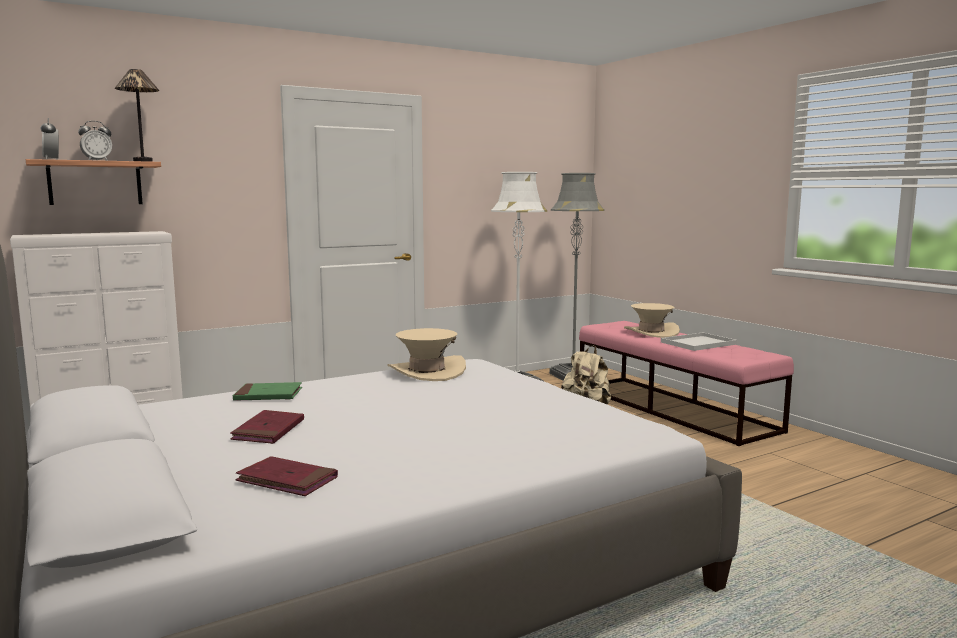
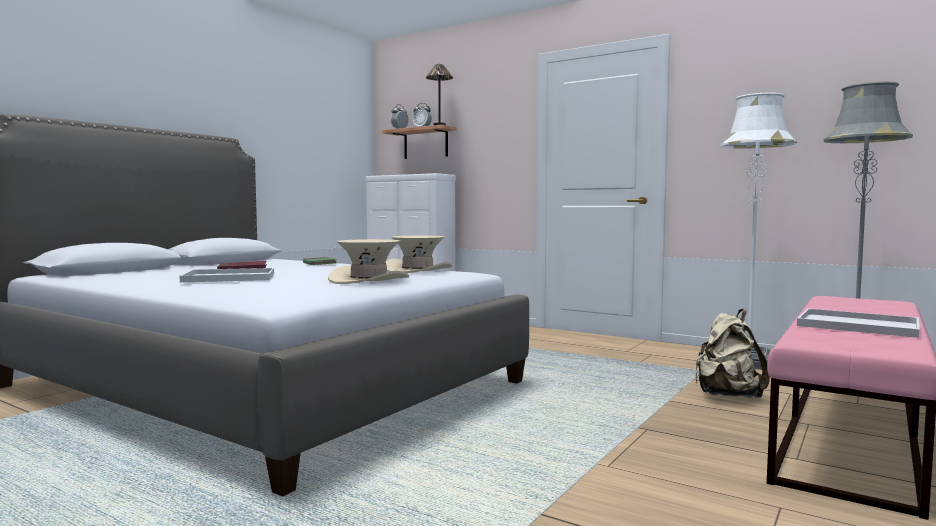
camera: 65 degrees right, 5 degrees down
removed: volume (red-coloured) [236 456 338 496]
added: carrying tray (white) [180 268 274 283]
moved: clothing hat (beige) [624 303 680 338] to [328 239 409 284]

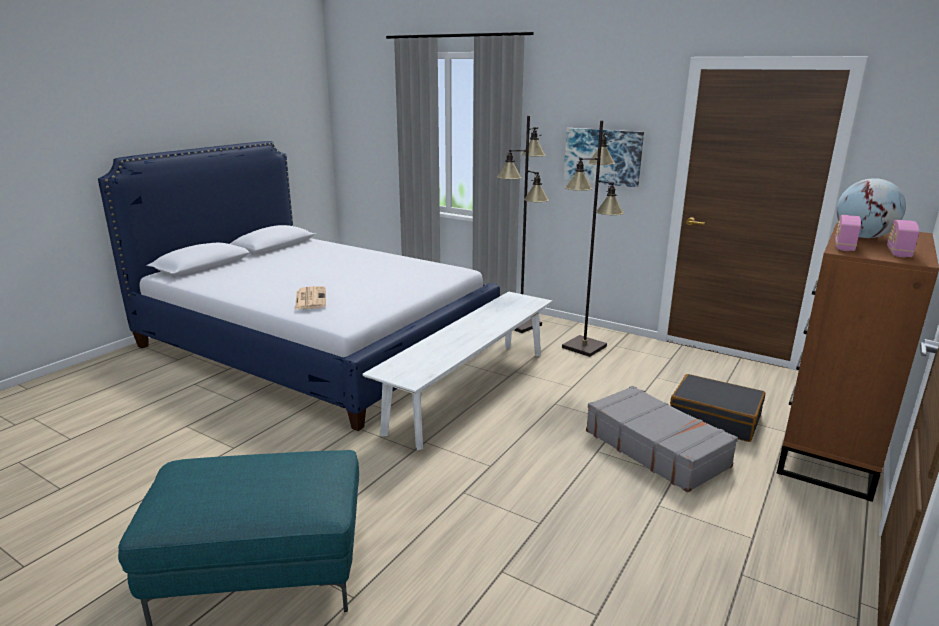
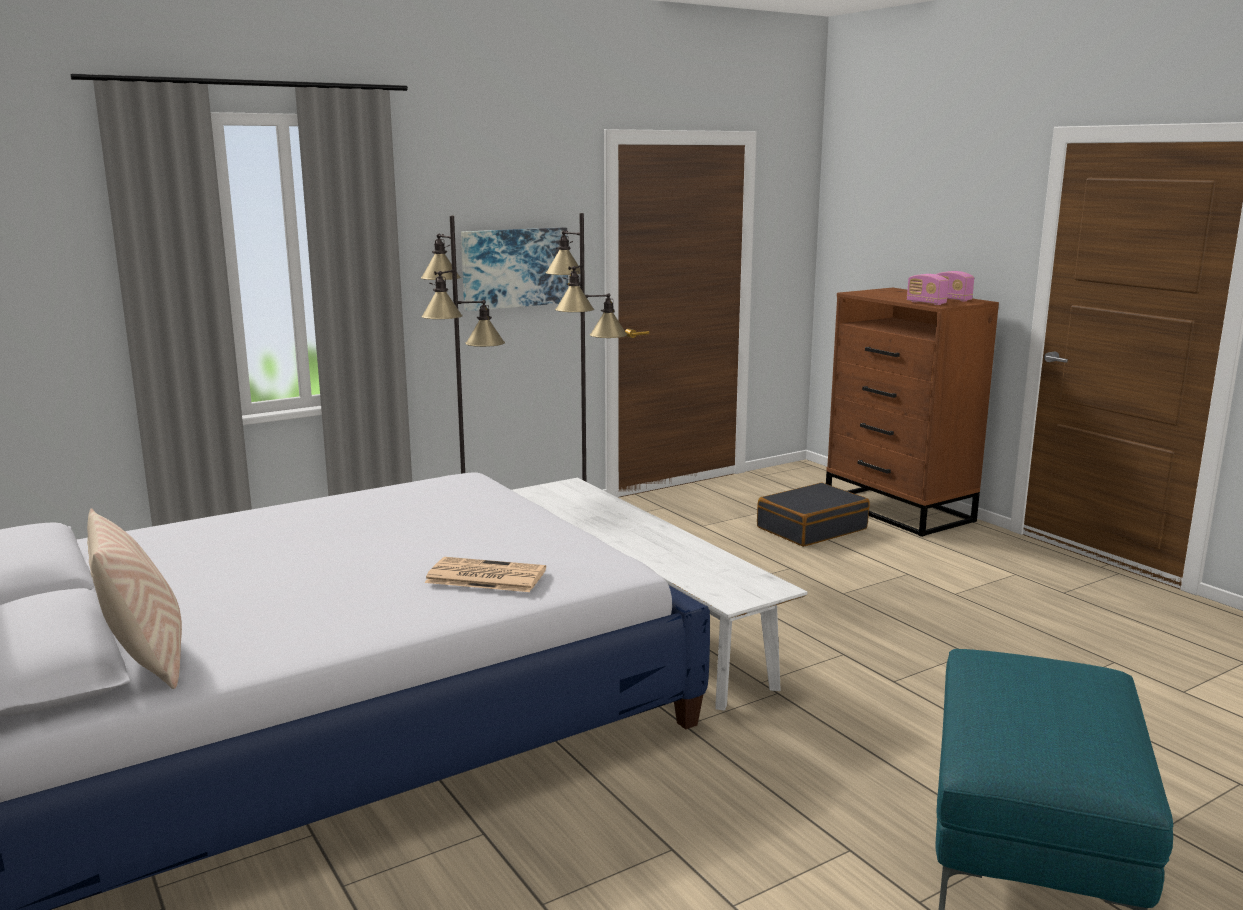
camera: 65 degrees left, 5 degrees down
removed: world globe [836 178 906 238]; suitcase (gray) [586 386 738 493]
added: throw pillow (beige) [87 508 182 689]

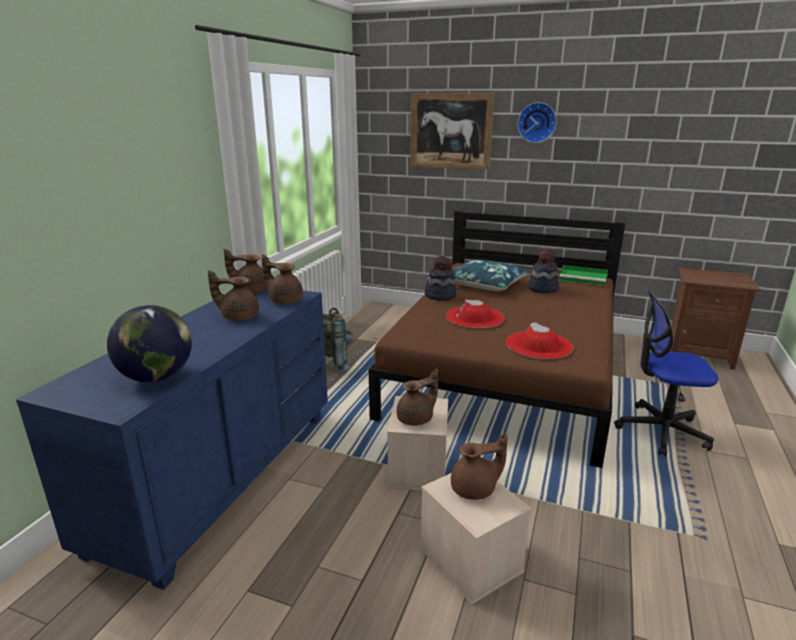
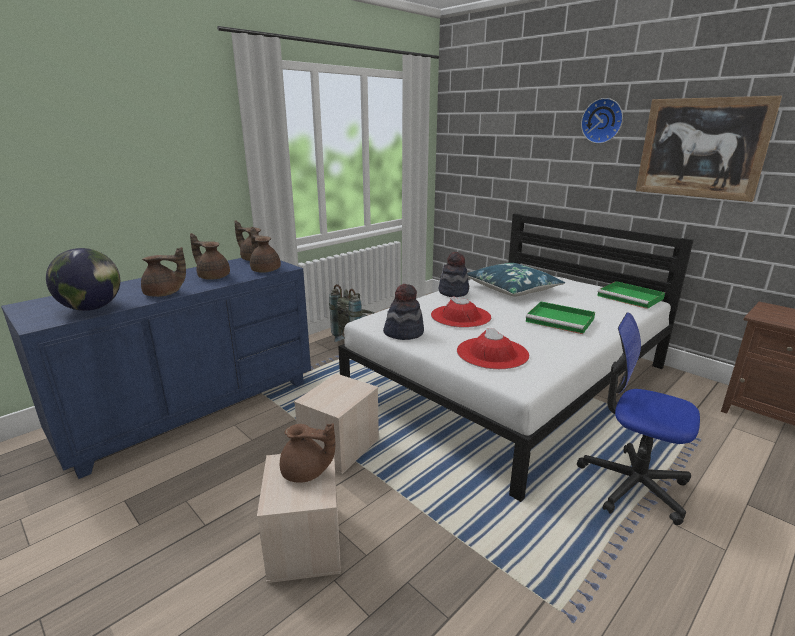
camera: 25 degrees right, 0 degrees up
added: carrying tray (greenish) [525 302 595 334]
moved: wall art [410 93 494 170] to [636 96 782 202]; clothing hat [528 249 559 293] to [383 284 424 340]; tea pot (brown) [397 369 438 426] to [141 247 186 297]
recoloured: bedroom bed (brown) [369 211 625 468] to bedroom bed (white) [338 213 694 502]

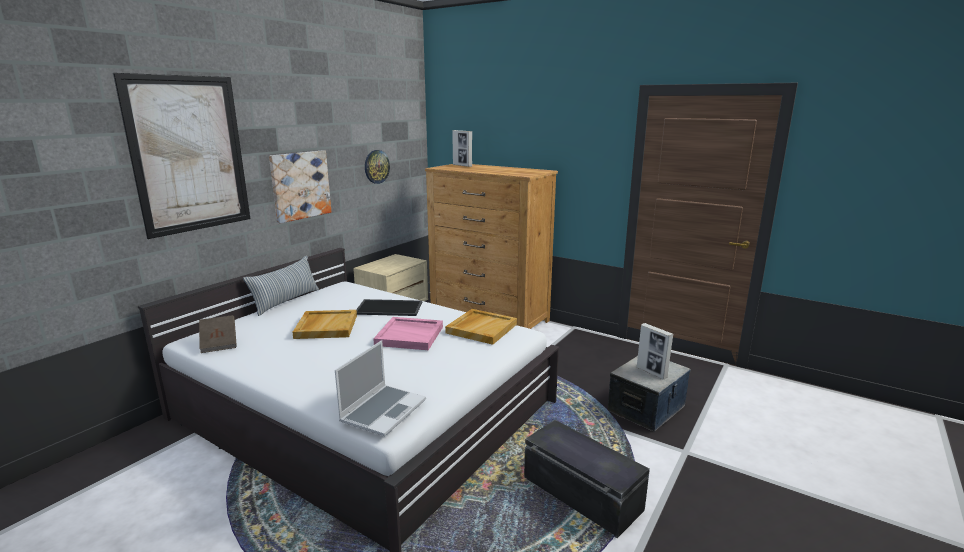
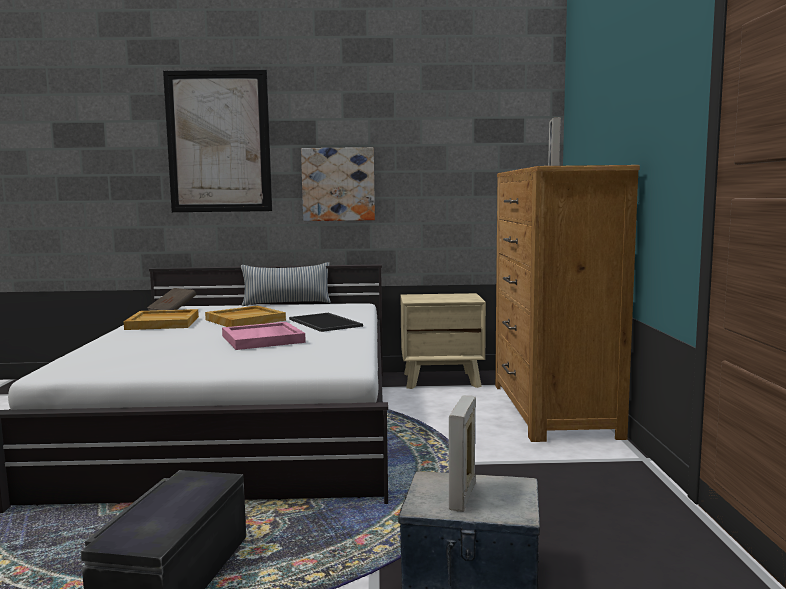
camera: 55 degrees right, 10 degrees down
removed: clock on the wall [365 150 390 184]; portable computer [335 340 426 436]
moved: carrying tray (beige) [445 309 517 345] to [124 309 199 330]

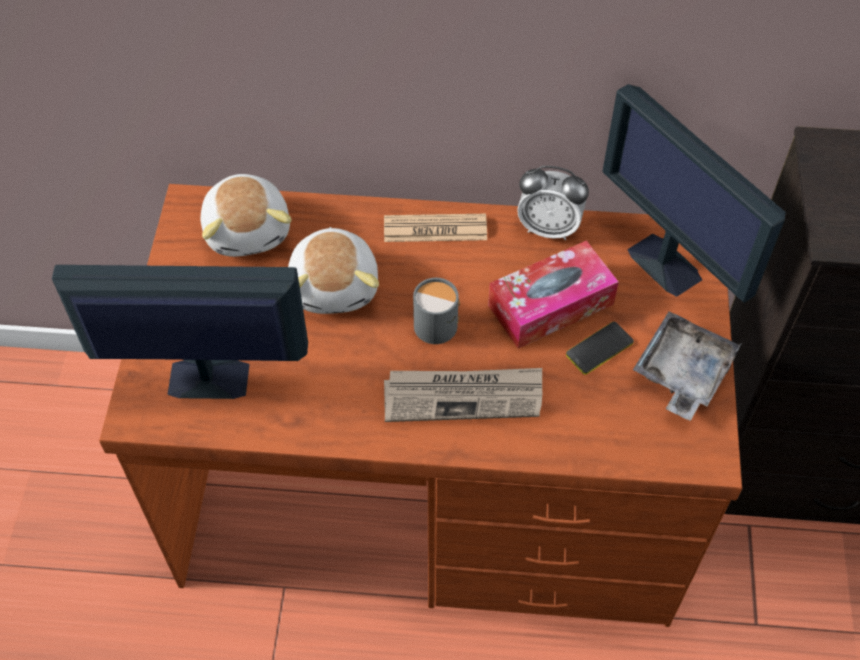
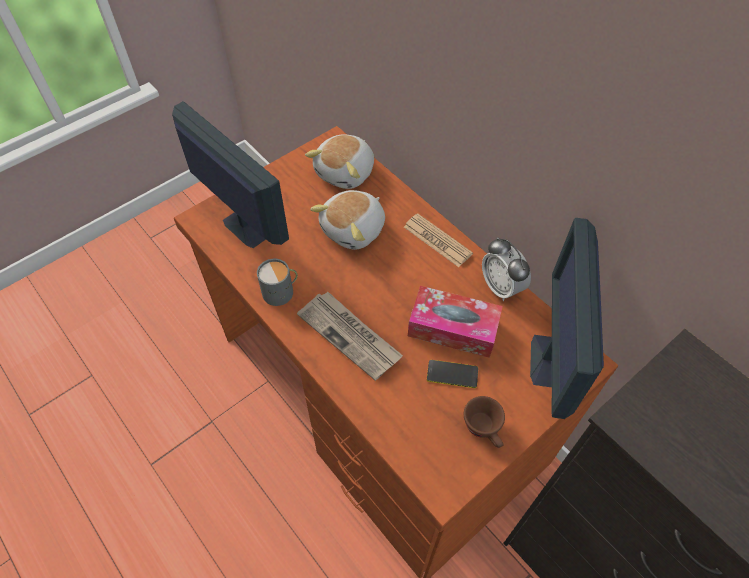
camera: 45 degrees right, 0 degrees up
moved: mug (gray) [413 278 460 344] to [257 259 298 306]
replaced: carrying tray (gray) [633 311 742 421] to drinking cup (brown) [464 396 505 448]

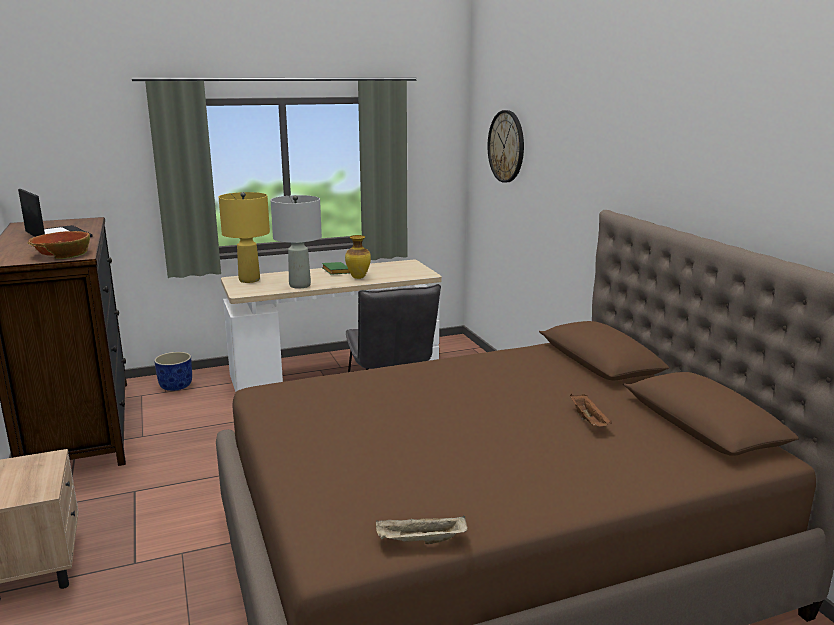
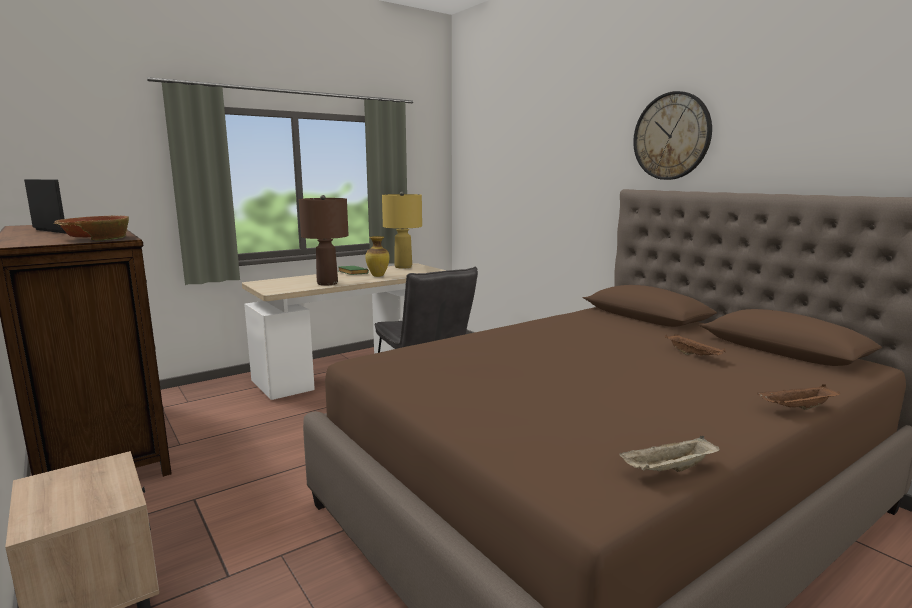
camera: 15 degrees left, 5 degrees down
removed: planter (bluish) [154 352 192 391]
added: carrying tray (brown) [757 384 840 410]
moved: clock on the wall [488 110 524 183] to [633 91 712 180]; lamp for a table (yellow) [219 192 270 283] to [382 192 422 268]
recoloured: lamp for a table (gray) [271 195 322 288] to lamp for a table (brown) [299 195 349 286]

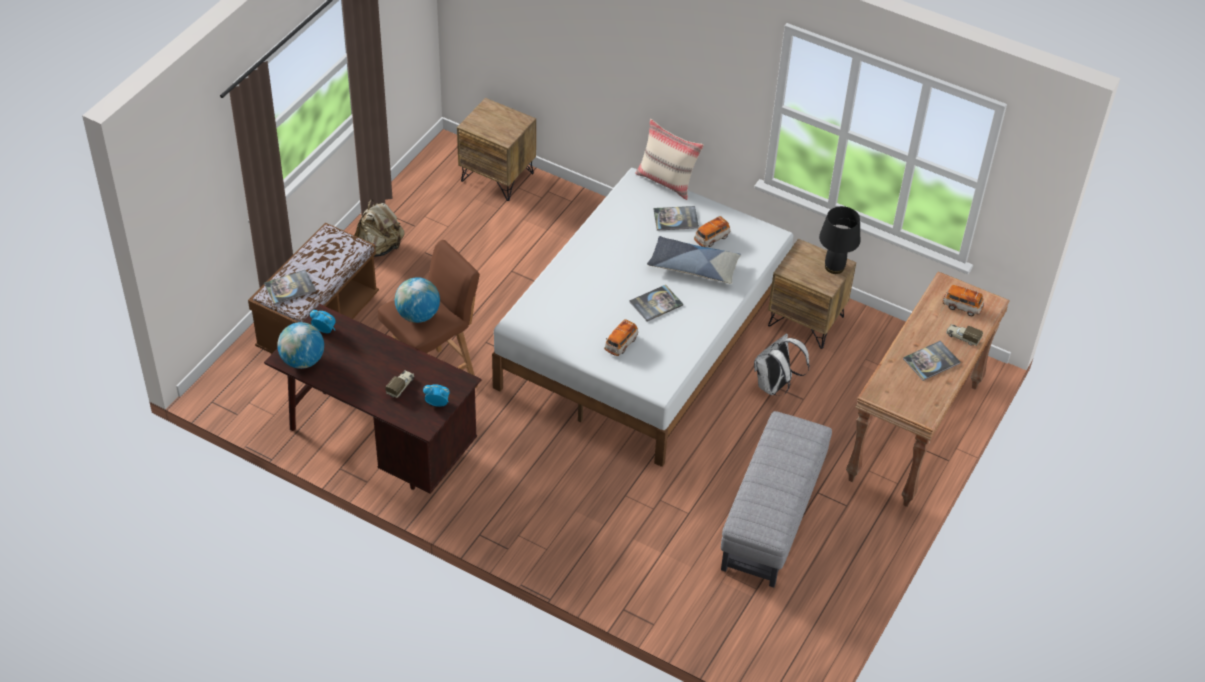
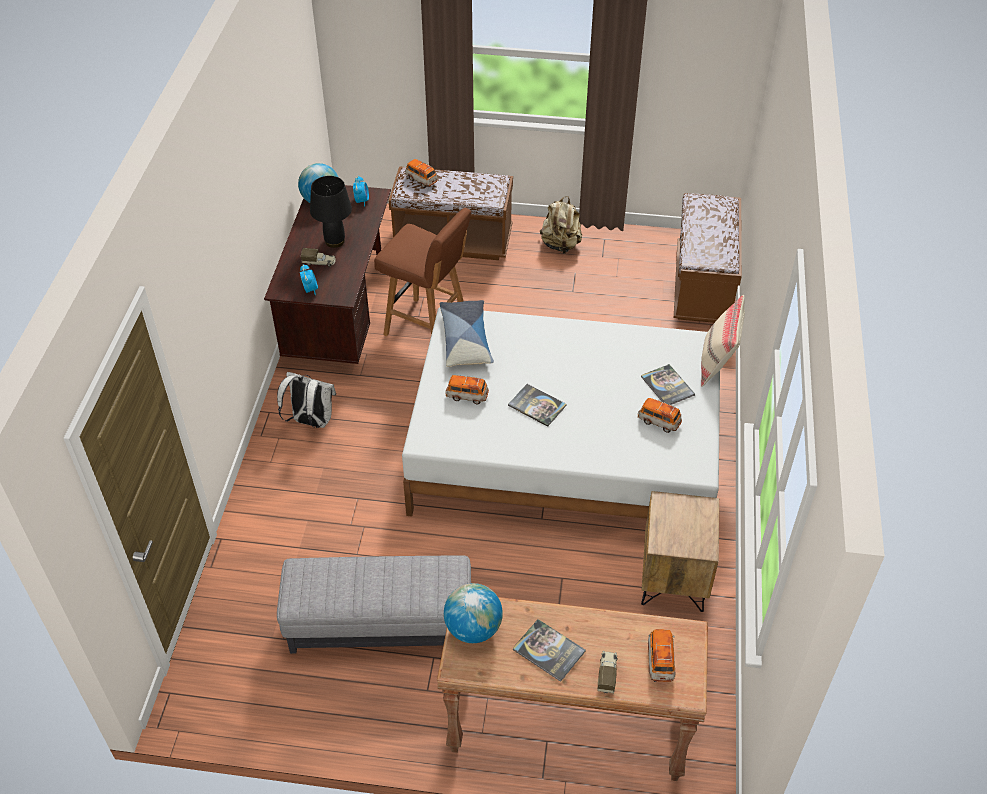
camera: 70 degrees right, 0 degrees up
moved: lamp for a table (black-coloured) [819 206 860 274] to [310 176 352 248]; throw pillow [647 236 741 284] to [440 300 494 367]; world globe [395 277 440 323] to [444 583 503 643]; knapsack (white) [754 334 810 396] to [277 372 336 428]
replaced: nightstand (brown) [457 98 536 201] to bench (brown) [674 193 742 323]; volume [264 270 316 305] to model car [405 159 438 188]

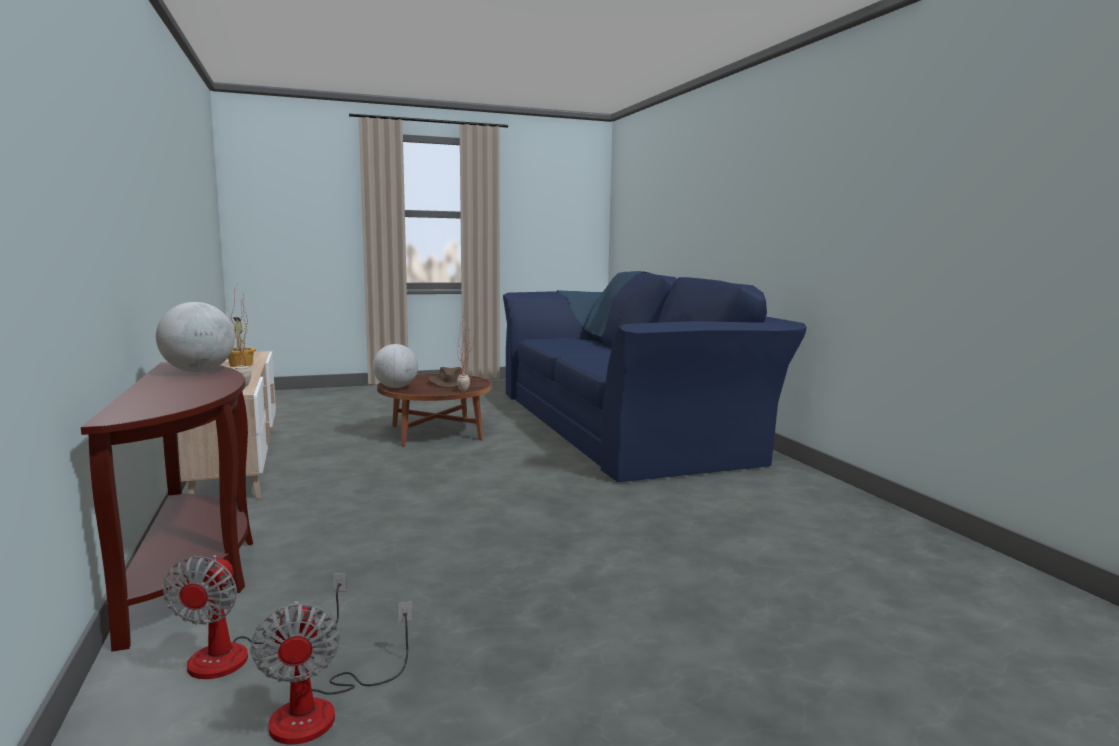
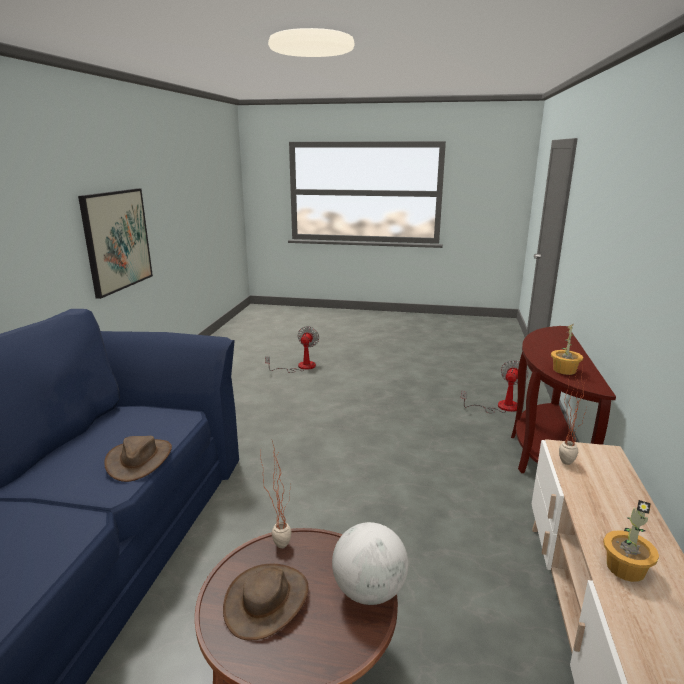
camera: 150 degrees left, 10 degrees up
added: wall art [78 189 153 299]; clothing hat (brown) [104 436 172 482]
moved: electric fan [250 601 412 744] to [265 326 319 373]
replaced: world globe [156 302 235 372] to houseplant [551 323 583 375]

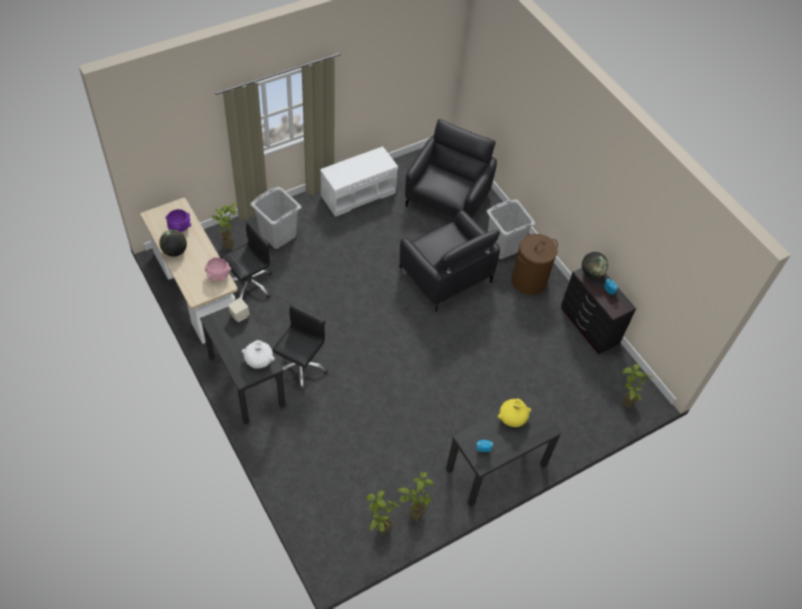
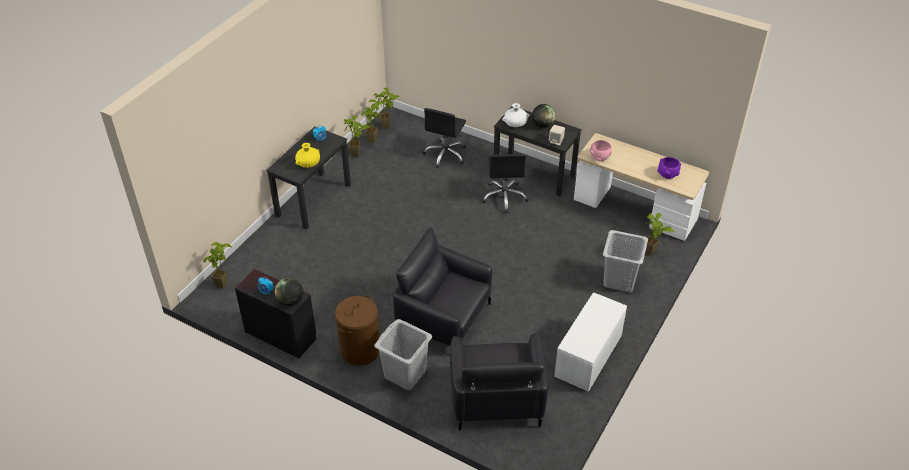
camera: 155 degrees right, 10 degrees down
added: houseplant [374 87 400 129]
moved: computer chair (black-coloured) [221 221 272 299] to [422 108 466 168]; world globe [159 230 187 257] to [532 104 556 128]

